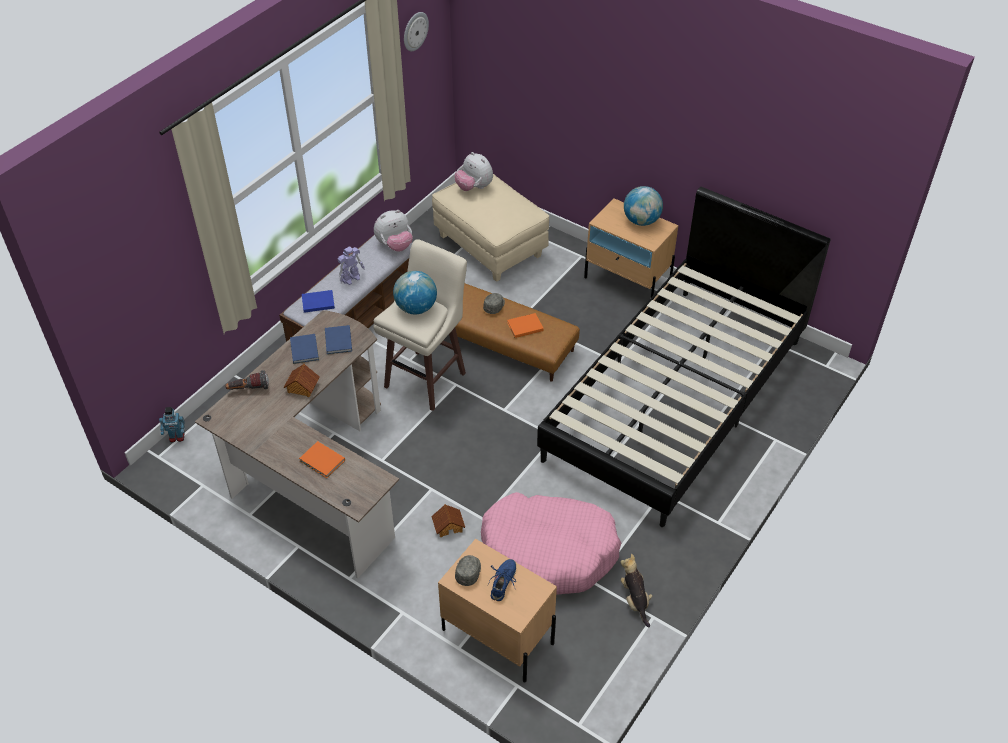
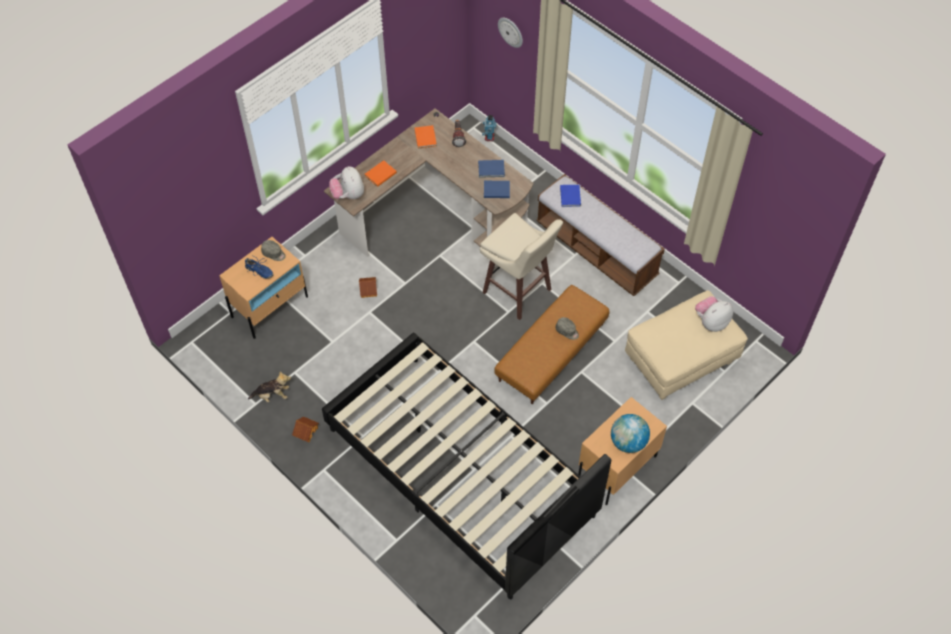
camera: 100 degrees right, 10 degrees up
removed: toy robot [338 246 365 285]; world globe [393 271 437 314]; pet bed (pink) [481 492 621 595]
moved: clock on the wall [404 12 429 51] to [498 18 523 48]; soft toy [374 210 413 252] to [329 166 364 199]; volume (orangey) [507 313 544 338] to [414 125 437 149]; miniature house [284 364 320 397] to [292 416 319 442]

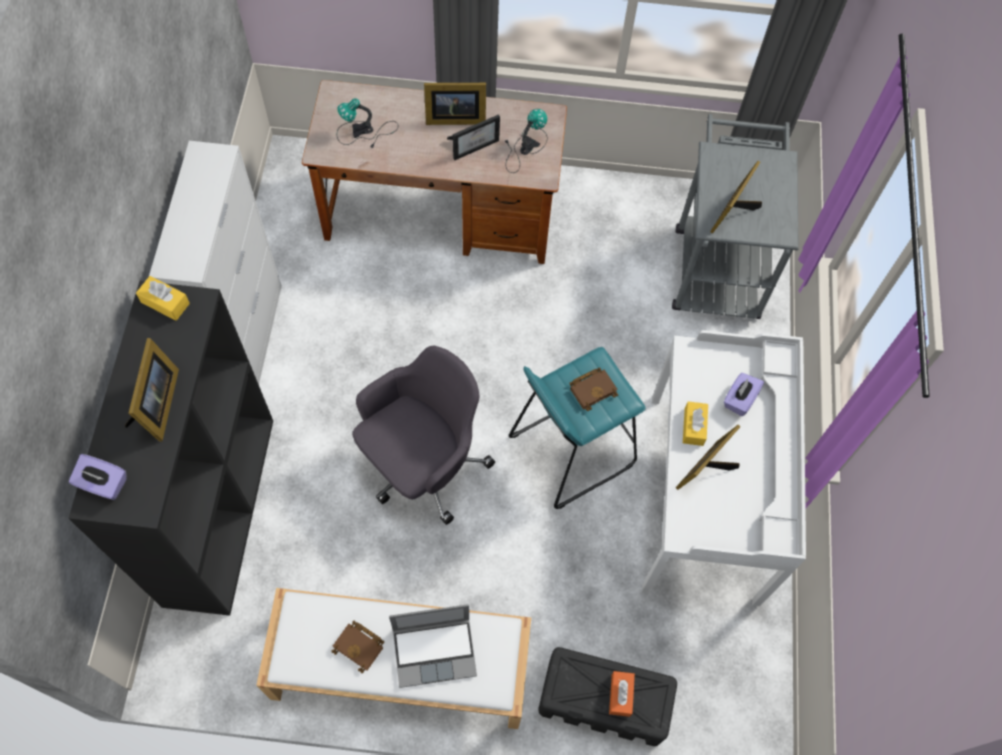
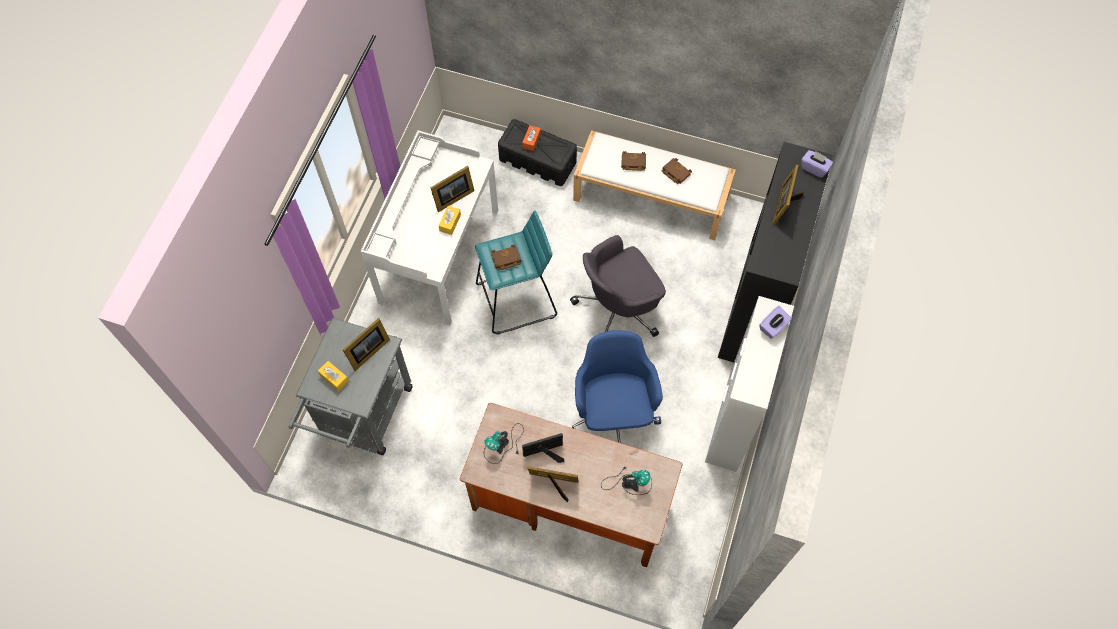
camera: 165 degrees left, 0 degrees up
added: computer chair (bluish) [572 330 663 443]
moved: box of tissues (yellow) [136 276 190 321] to [318 361 349 391]; box of tissues (purple) [724 373 764 416] to [760 306 792 339]
replaced: portable computer [389 604 477 688] to volume (brown) [621 151 646 171]

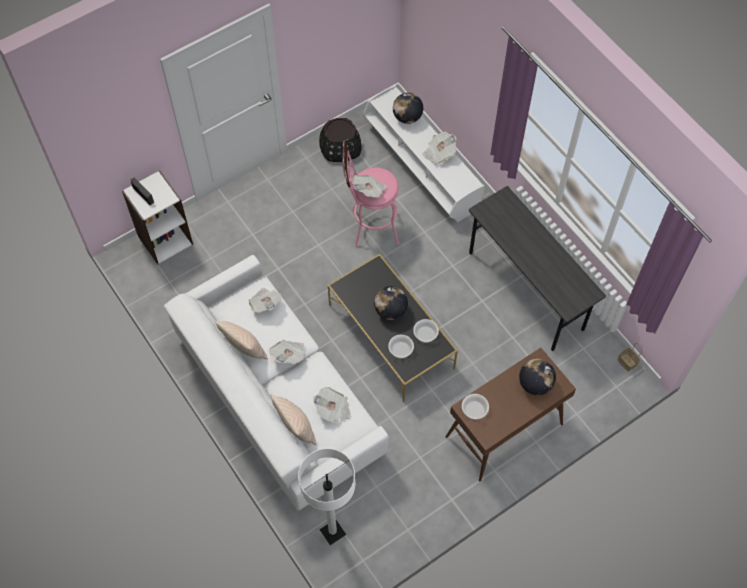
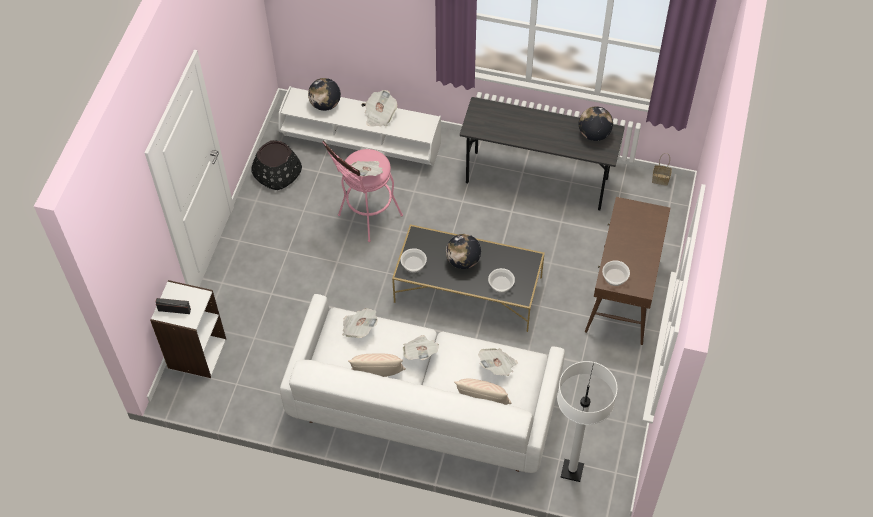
camera: 40 degrees left, 5 degrees down
moved: serving bowl [413 319 439 343] to [400 248 427 273]; world globe [519 359 556 395] to [579 106 613 141]

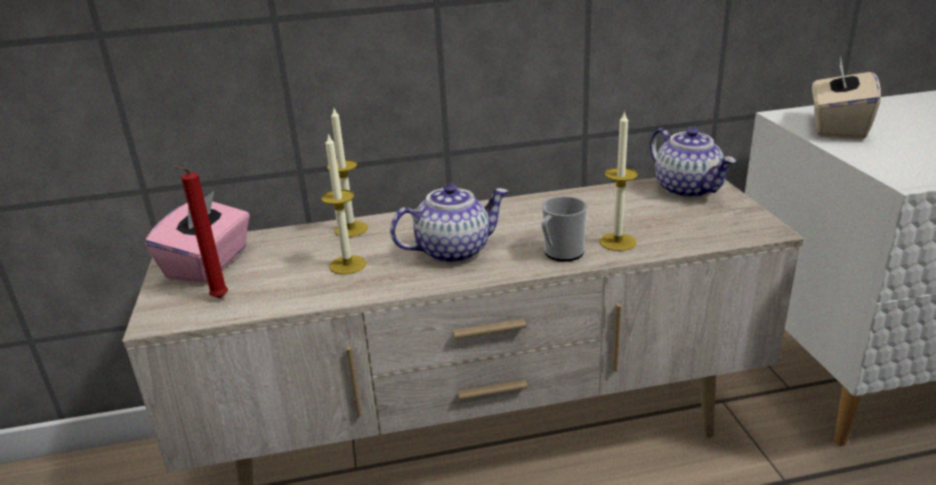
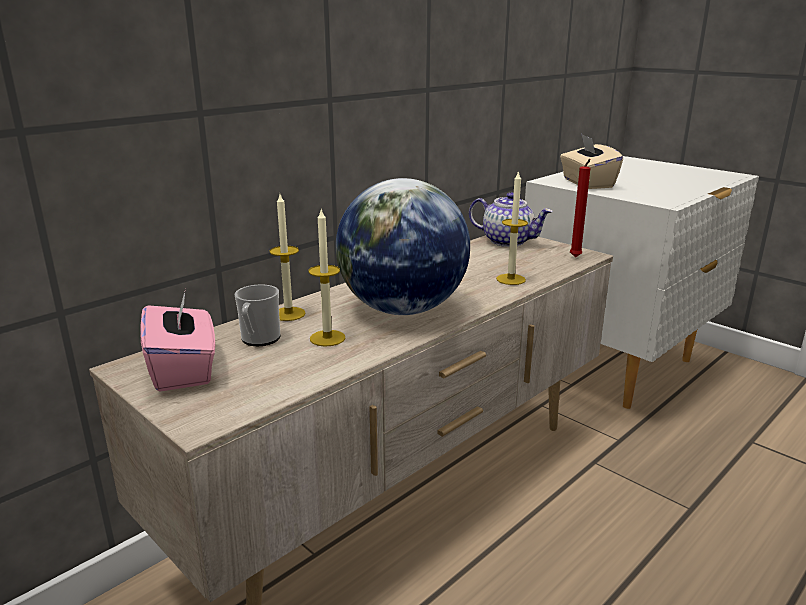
camera: 35 degrees left, 5 degrees down
moved: wax candle (red-coloured) [173 166 228 298] to [570 159 591 257]; mug [541 196 588 262] to [235 284 280 346]
replaced: tea pot [390 184 509 264] to world globe [335 178 470 315]

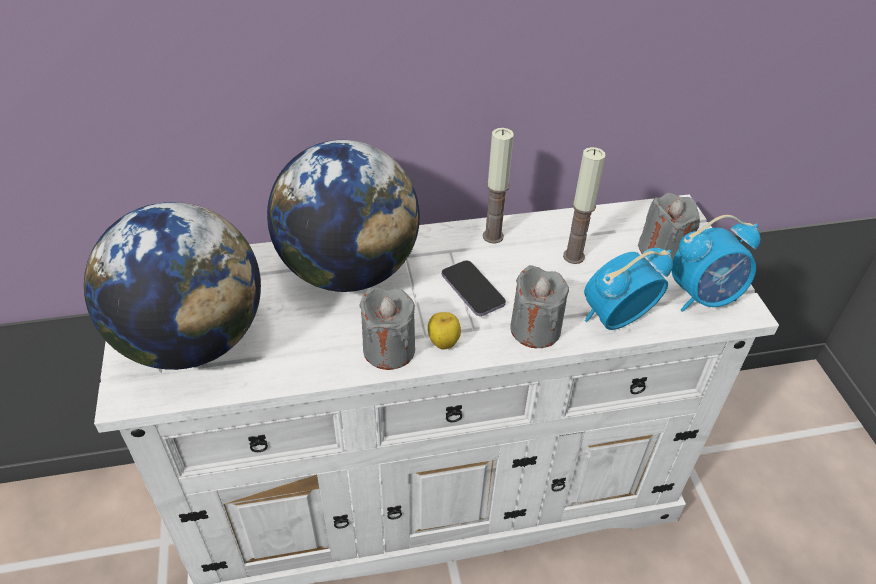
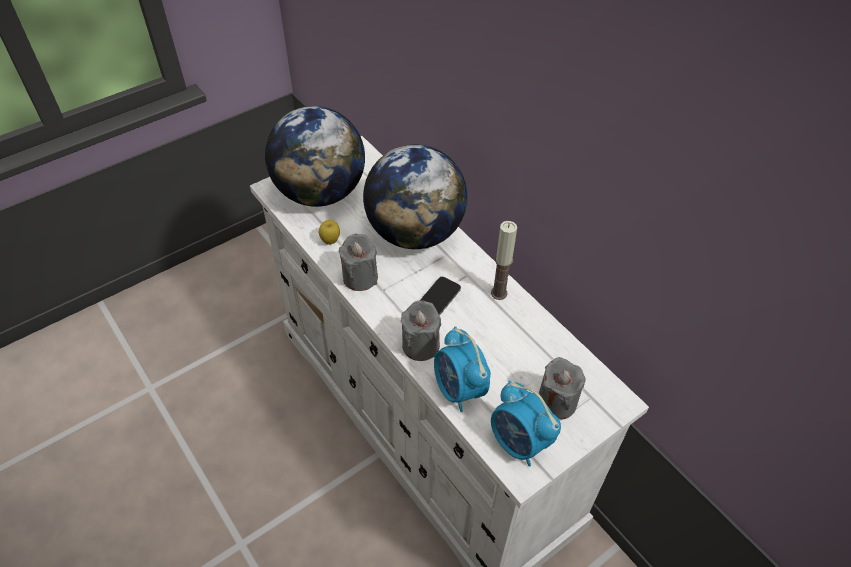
camera: 65 degrees right, 5 degrees up
removed: wax candle [563 147 606 264]
moved: whole apple [428 312 461 349] to [319 220 340 245]
turned: alarm clock [584 248 673 330] = [434 326 491 412] 150 degrees counterclockwise

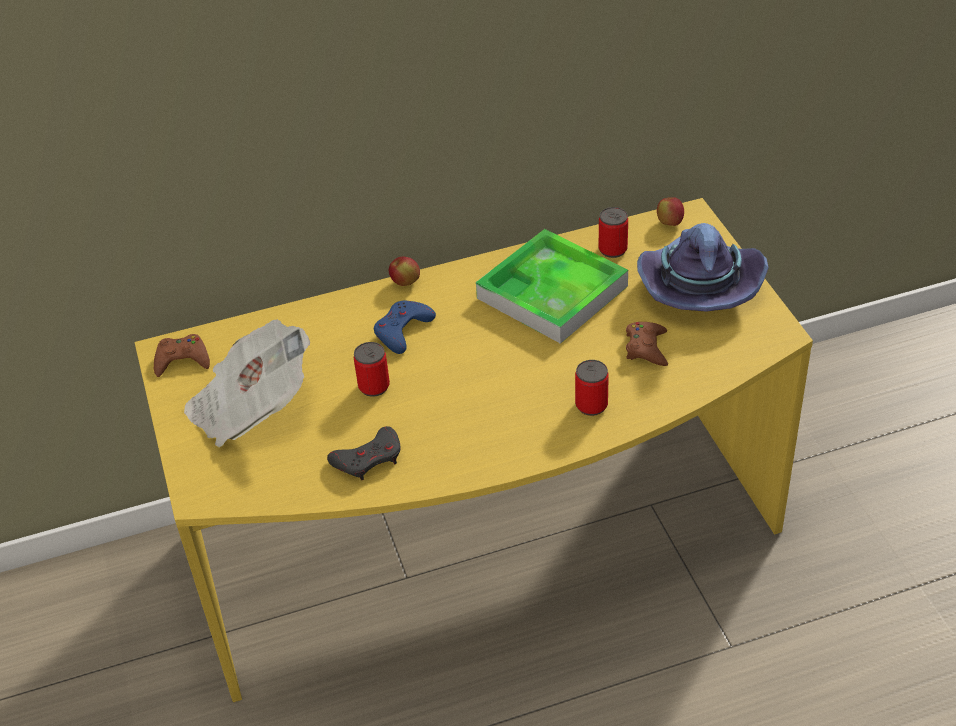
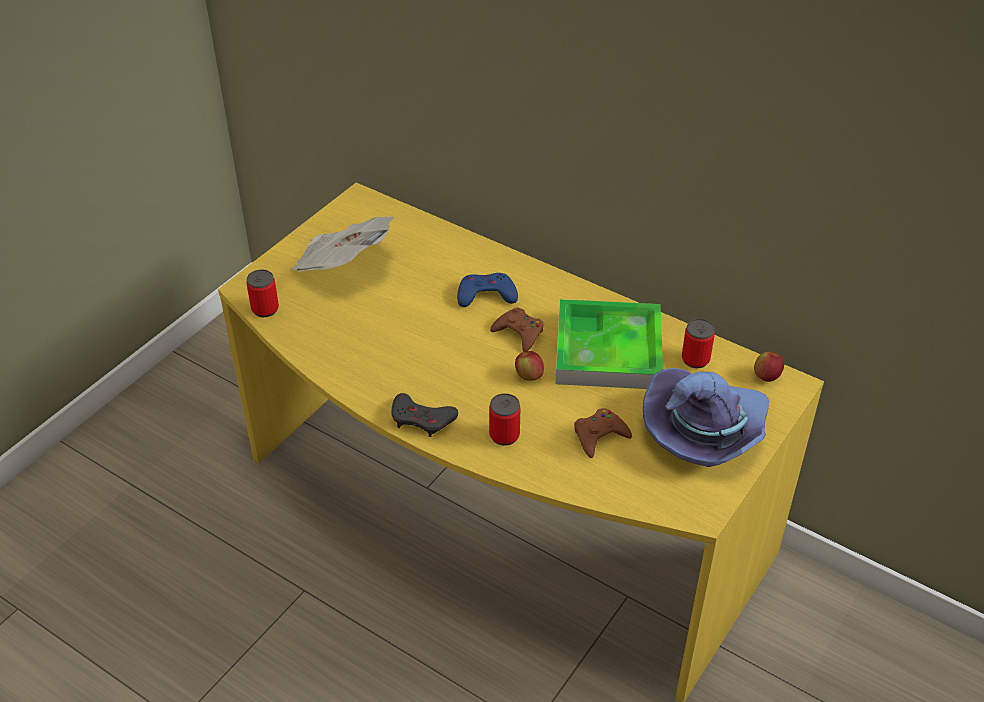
camera: 50 degrees right, 0 degrees up
moved: whole apple [389 257 420 286] to [515 351 544 381]; joypad (brown) [154 334 210 377] to [490 307 543 352]; can [354 342 390 397] to [246 270 279 317]; joypad (gray) [327 426 400 480] to [391 393 458 437]

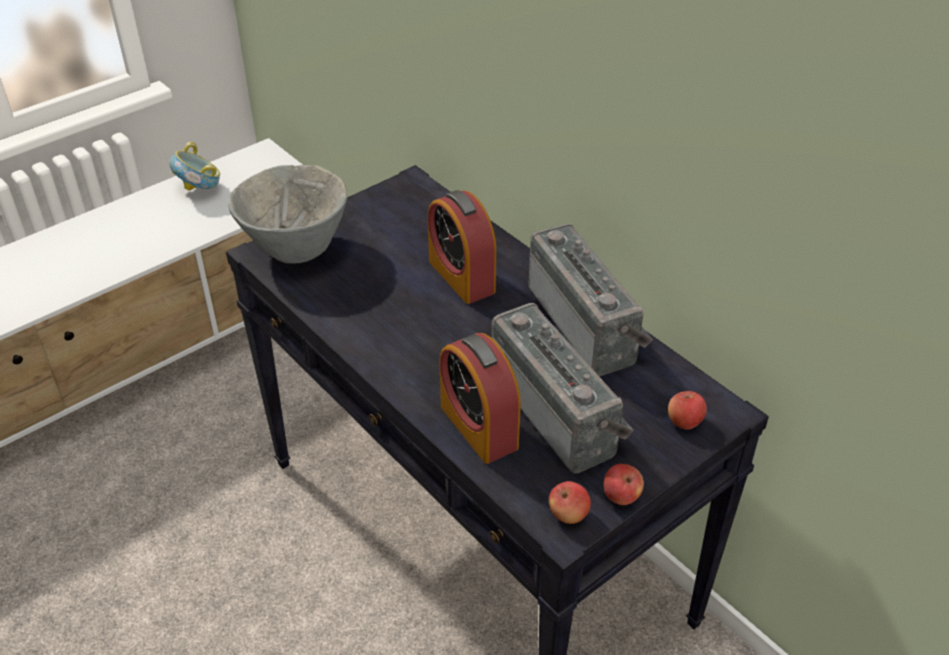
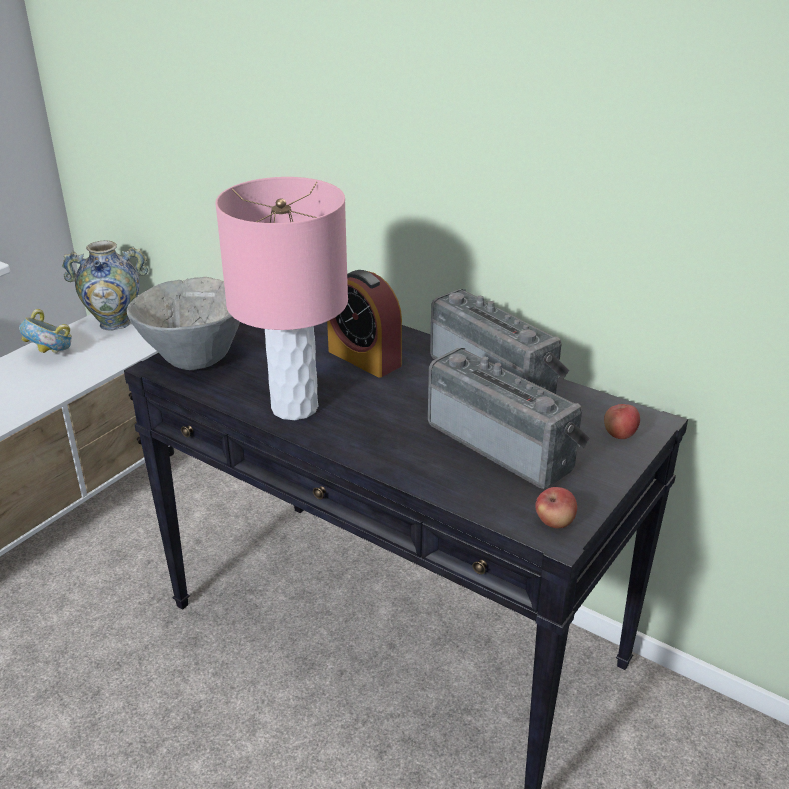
camera: 15 degrees left, 10 degrees down
removed: alarm clock [439 333 521 464]; whole apple [604 464 644 505]
added: lamp for a table (pink) [215 177 348 420]; vase [62 240 148 331]

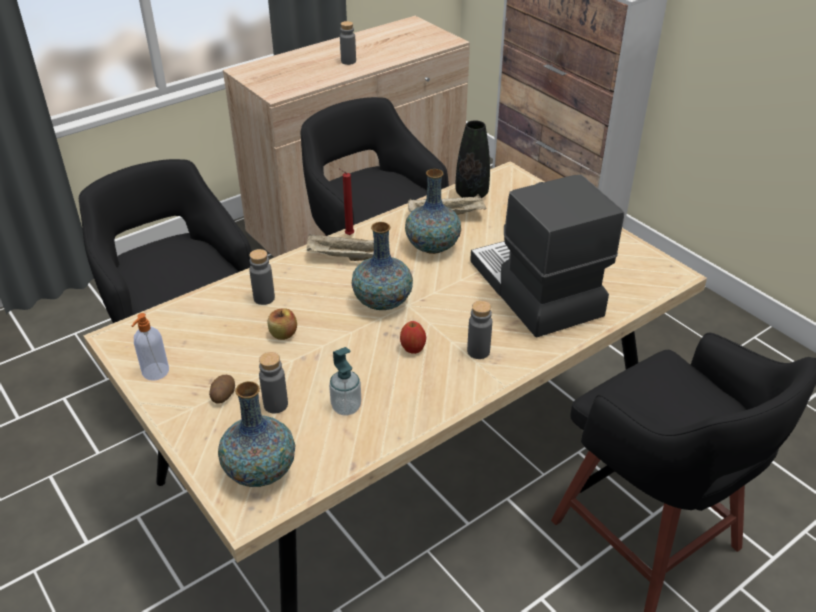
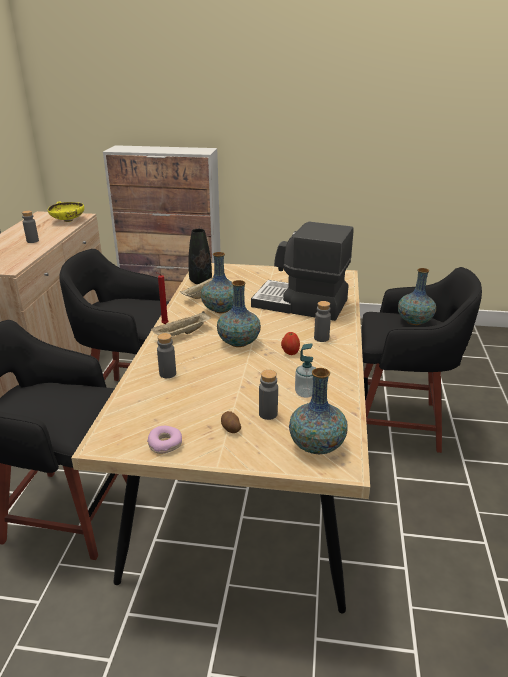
camera: 45 degrees left, 10 degrees down
removed: whole apple [267 308 297 340]
added: serving bowl (yellow) [48 202 84 222]; vase [398 268 436 325]
replaced: soap dispenser [132 313 169 381] to donut [147 426 182 454]

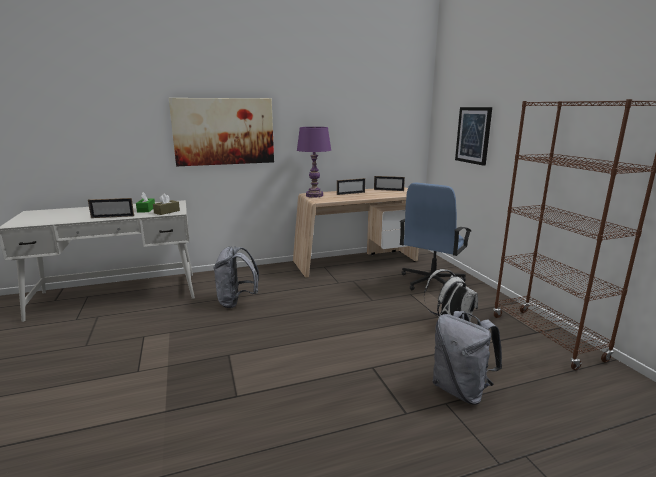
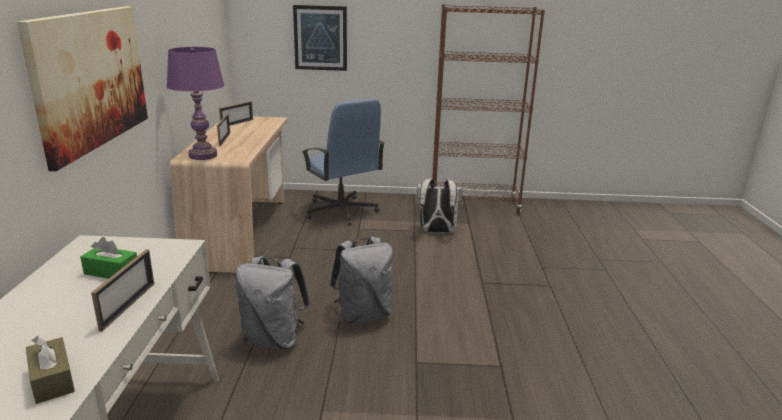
camera: 70 degrees left, 5 degrees up
moved: box of tissues (brown) [153 194 180 215] to [26 335 75 404]; knapsack (gray) [433 311 502 405] to [330 236 393 324]

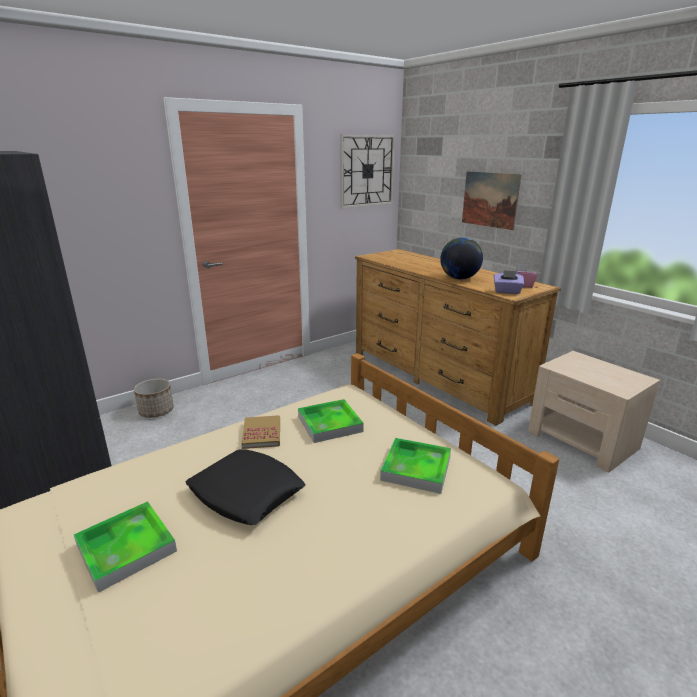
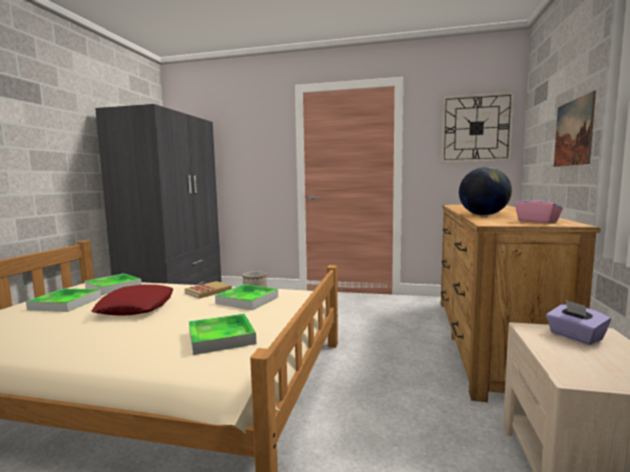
camera: 50 degrees right, 15 degrees down
added: carrying tray [85 274 142 295]
moved: box of tissues (purple) [494 270 524 294] to [546 300 611 345]
recoloured: throw pillow (black-coloured) [186 449 305 525] to throw pillow (red-coloured) [91 284 173 316]

